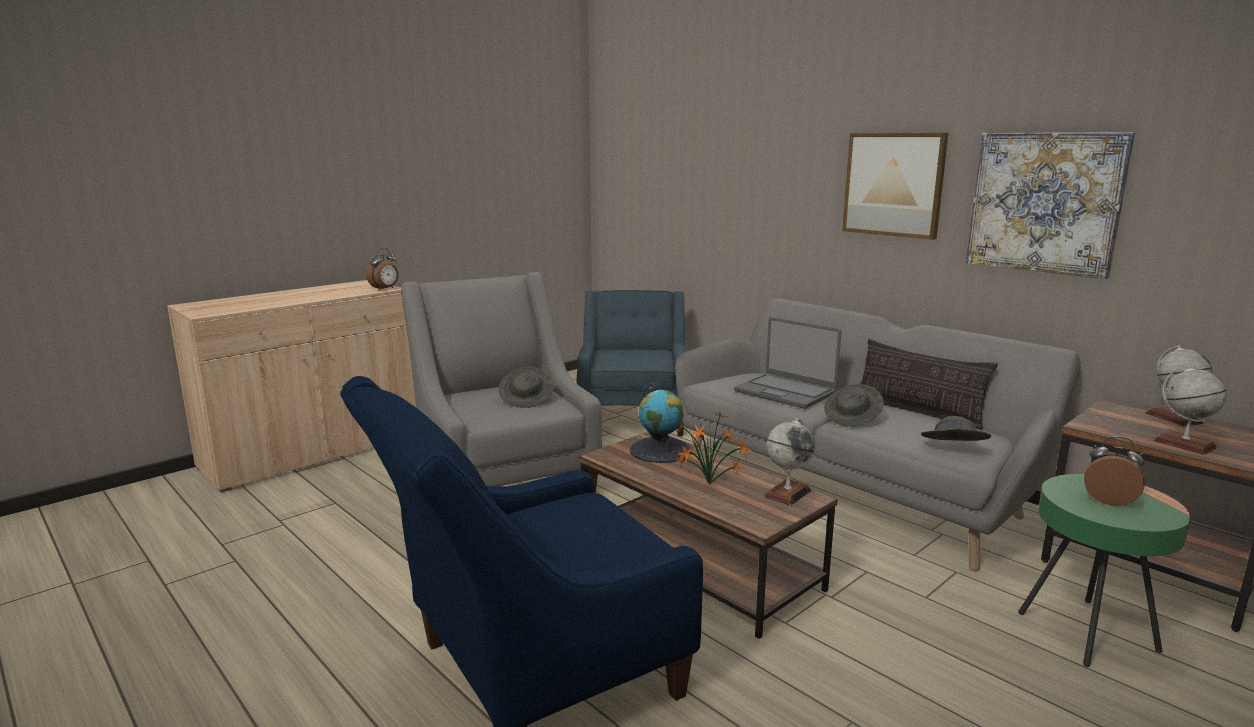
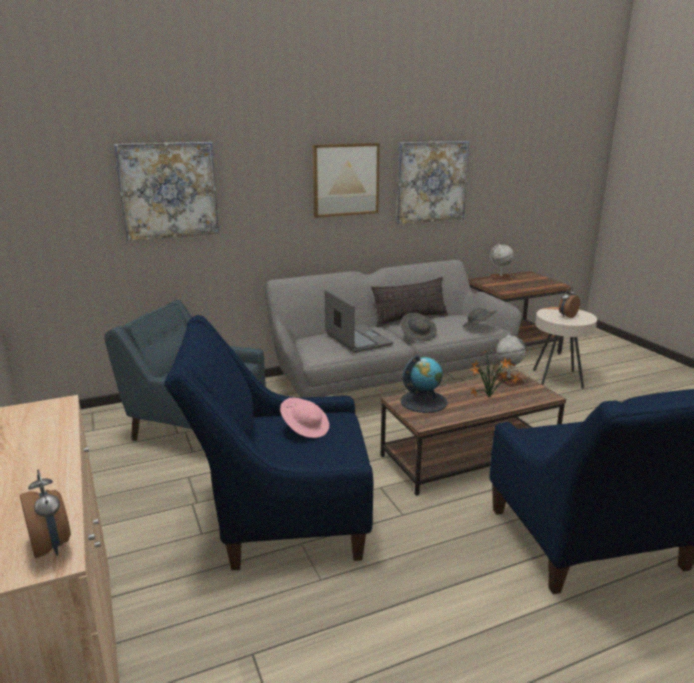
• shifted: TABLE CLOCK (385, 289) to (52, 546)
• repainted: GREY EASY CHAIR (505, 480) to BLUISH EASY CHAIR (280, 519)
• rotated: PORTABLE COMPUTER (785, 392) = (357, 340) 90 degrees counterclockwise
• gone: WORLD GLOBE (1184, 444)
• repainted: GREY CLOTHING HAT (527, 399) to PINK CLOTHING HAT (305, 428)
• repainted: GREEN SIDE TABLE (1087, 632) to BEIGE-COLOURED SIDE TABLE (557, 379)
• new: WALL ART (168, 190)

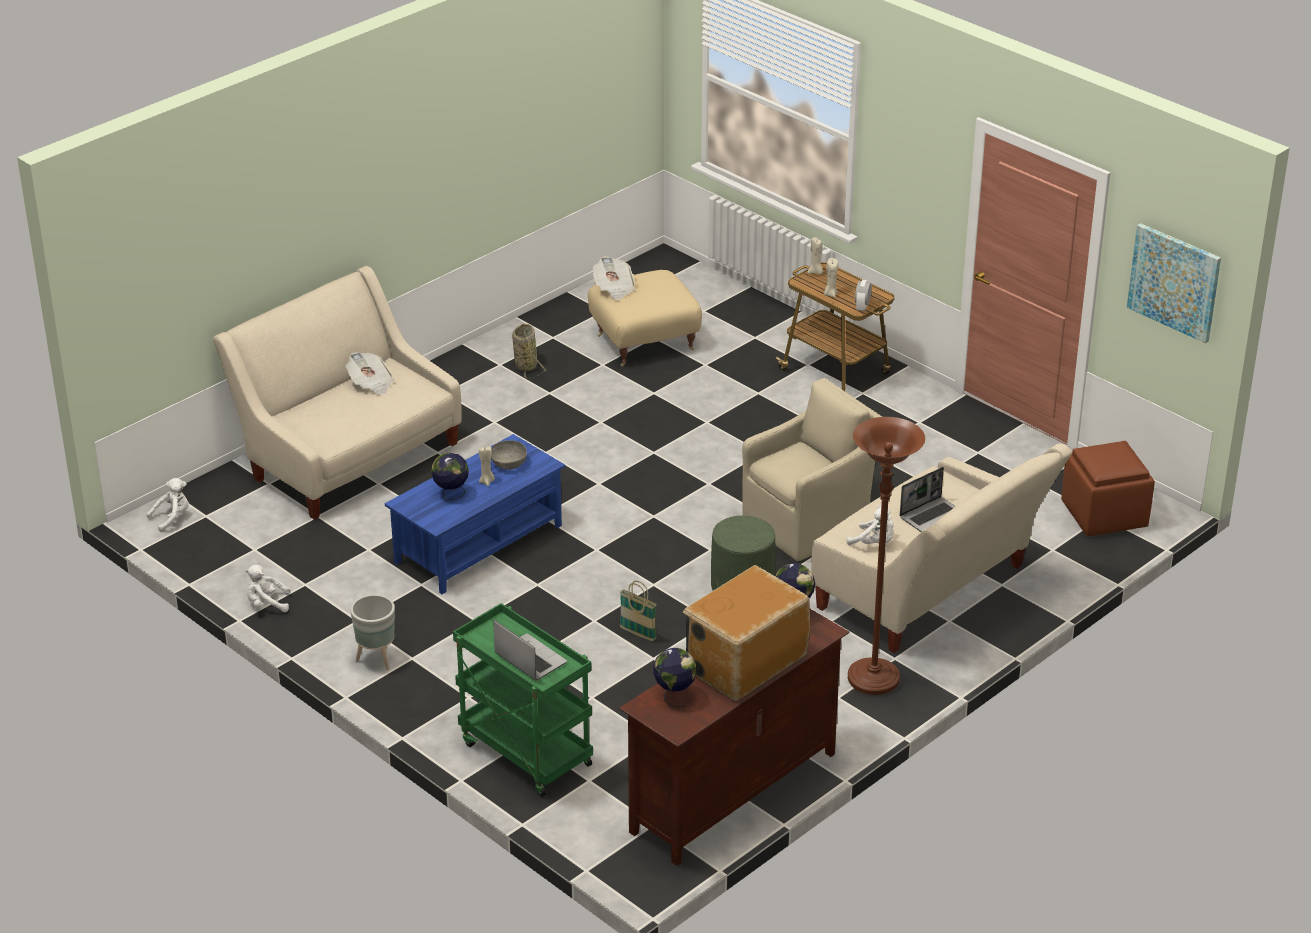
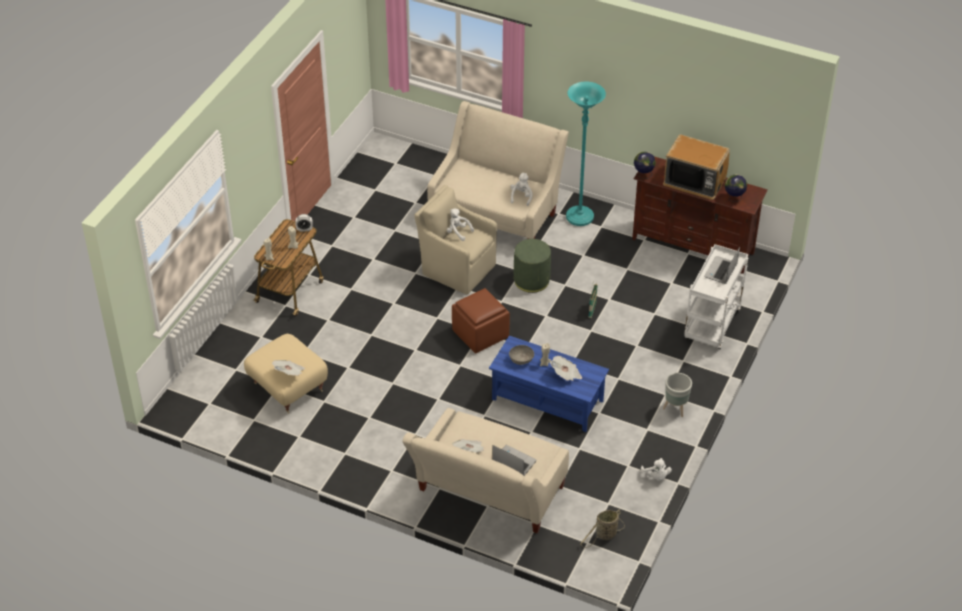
• gone: WALL ART (1174, 282)
• shifted: BASKET (525, 365) to (605, 535)
• repainted: BROWN STANDARD LAMP (873, 679) to TURQUOISE STANDARD LAMP (580, 217)
• shifted: BROWN POUFFE (1105, 515) to (480, 333)
• swapped: WORLD GLOBE (451, 494) to NEWSPAPER (566, 375)
• shifted: PORTABLE COMPUTER (932, 516) to (513, 462)
• shifted: WHITE-COLOURED SOFT TOY (172, 518) to (458, 232)
• repainted: GREEN TROLLEY (523, 753) to WHITE-COLOURED TROLLEY (712, 326)

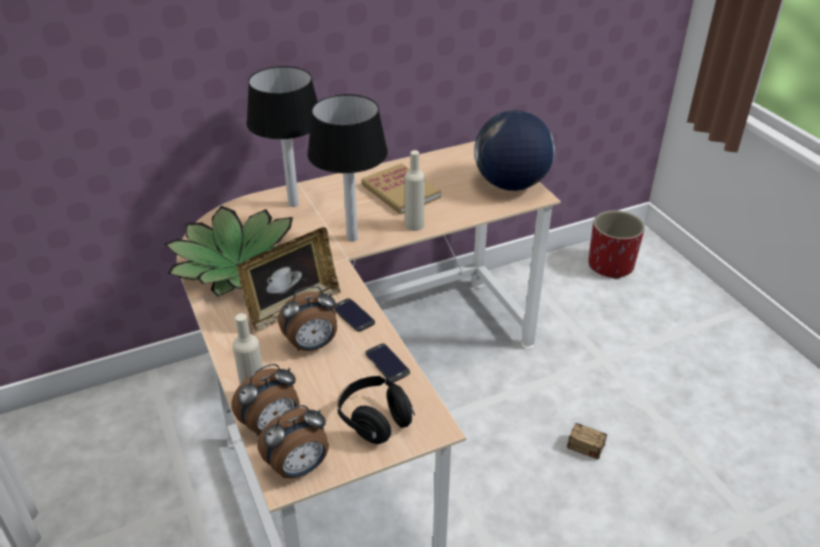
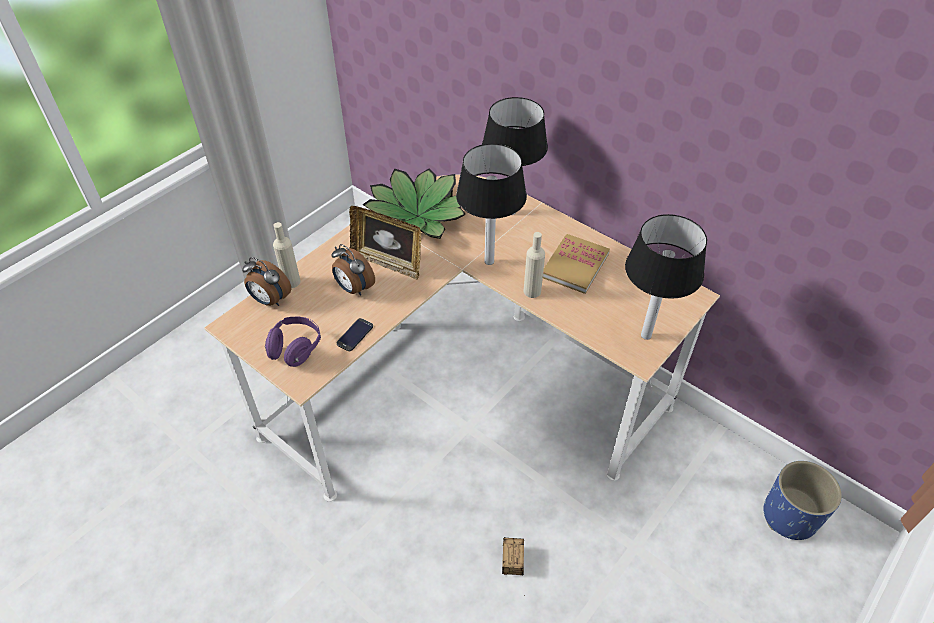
• swapped: WORLD GLOBE (510, 184) to TABLE LAMP (645, 335)
• repainted: REDDISH PLANTER (610, 265) to BLUISH PLANTER (789, 516)
• gone: PHONE (353, 315)
• repainted: BLACK HEADSET (375, 420) to PURPLE HEADSET (295, 349)
• gone: TABLE CLOCK (299, 468)

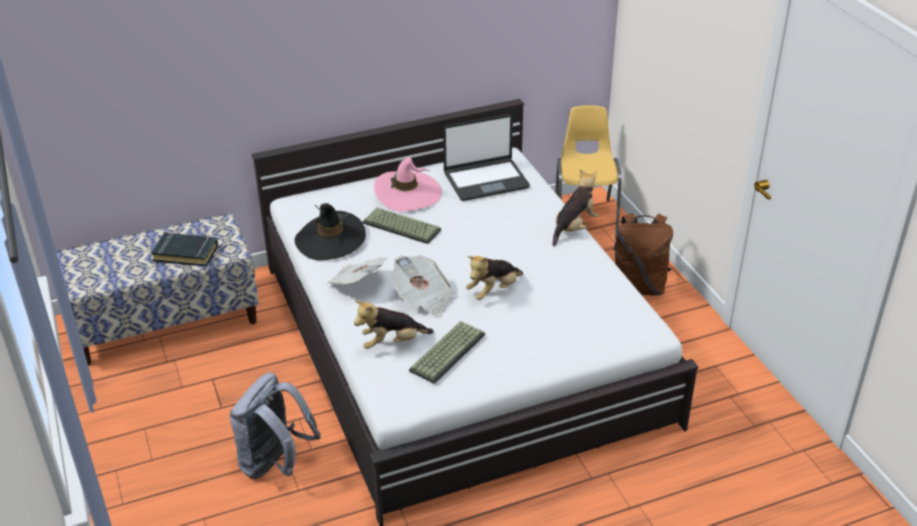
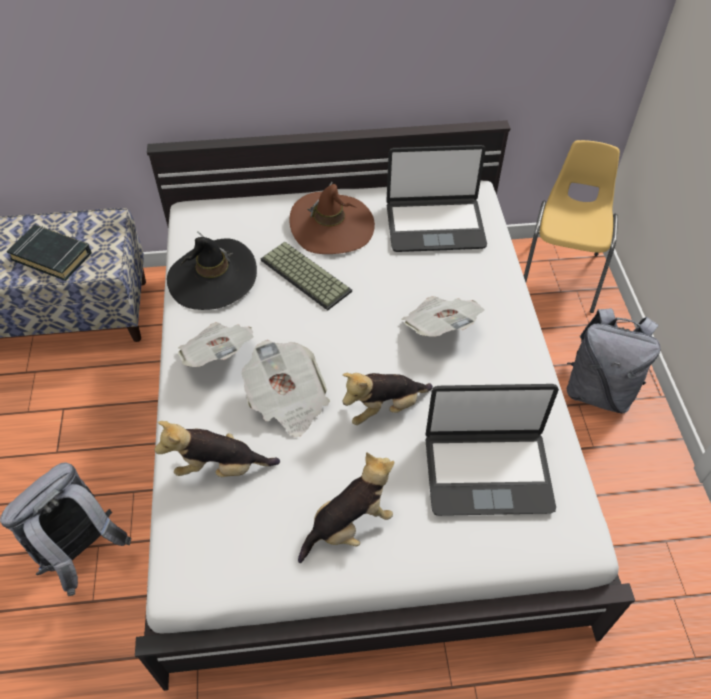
• repainted: PINK CLOTHING HAT (408, 193) to BROWN CLOTHING HAT (332, 226)
• shifted: SOFT TOY (574, 228) to (349, 525)
• repainted: BROWN KNAPSACK (638, 287) to GREY KNAPSACK (598, 391)
• gone: COMPUTER KEYBOARD (447, 351)
• new: NEWSPAPER (439, 327)
• new: PORTABLE COMPUTER (487, 472)

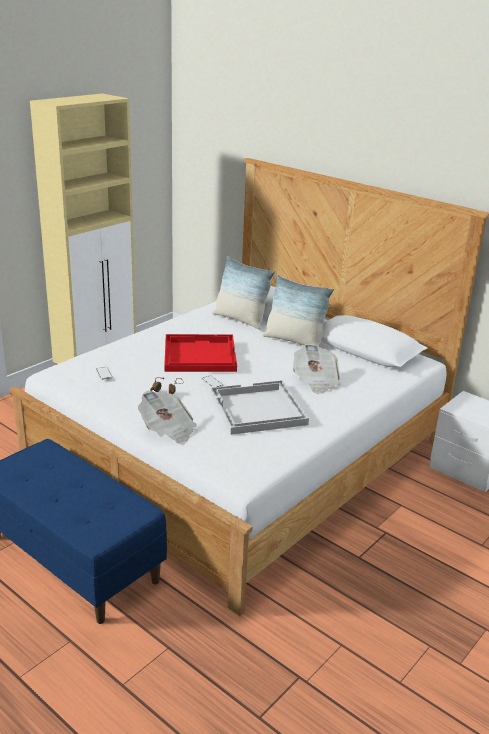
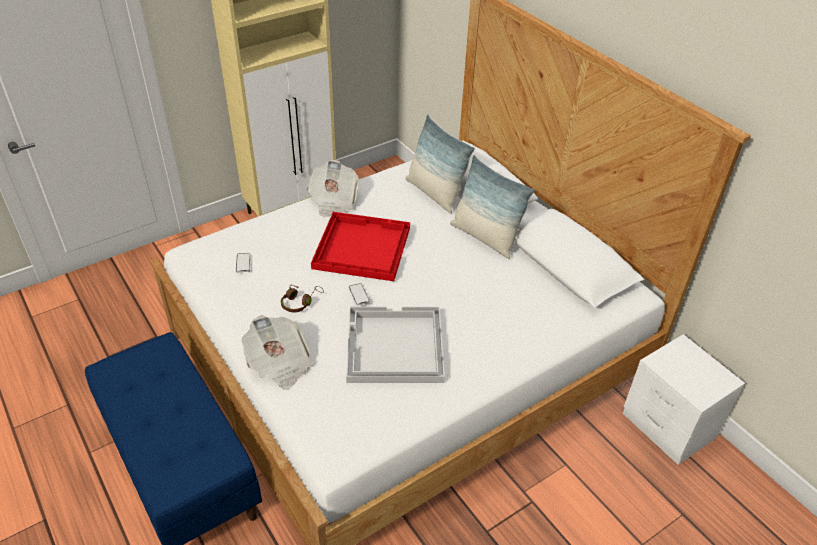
• shifted: NEWSPAPER (315, 381) to (333, 201)

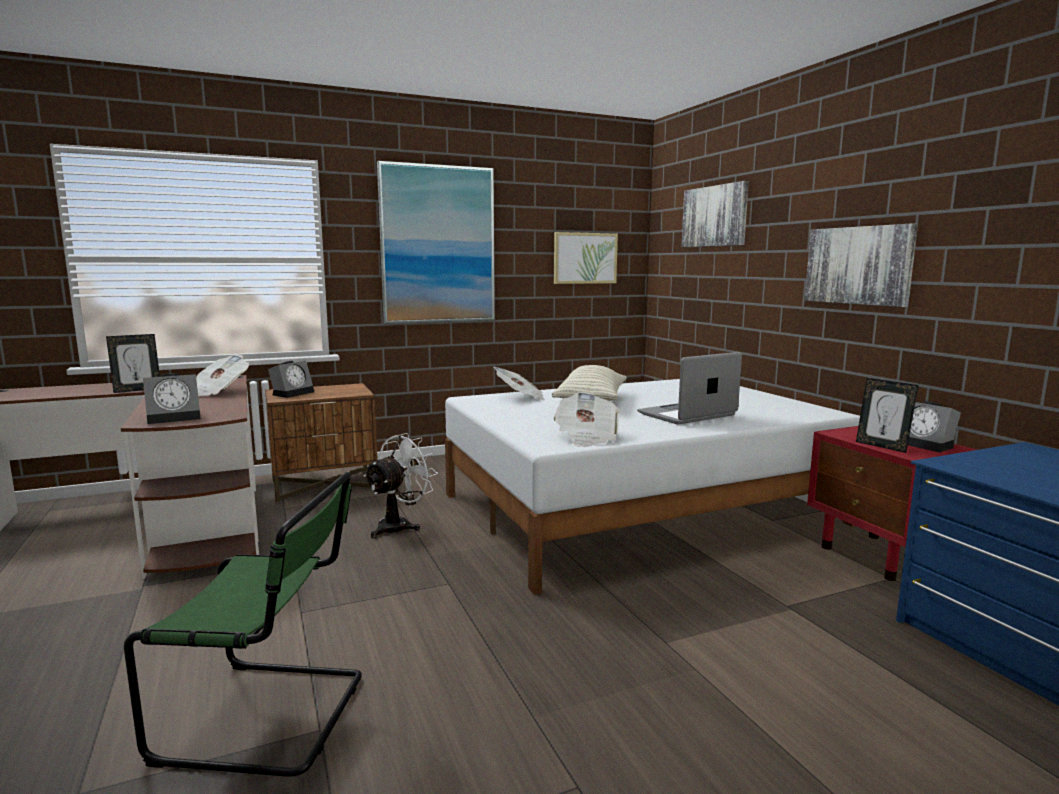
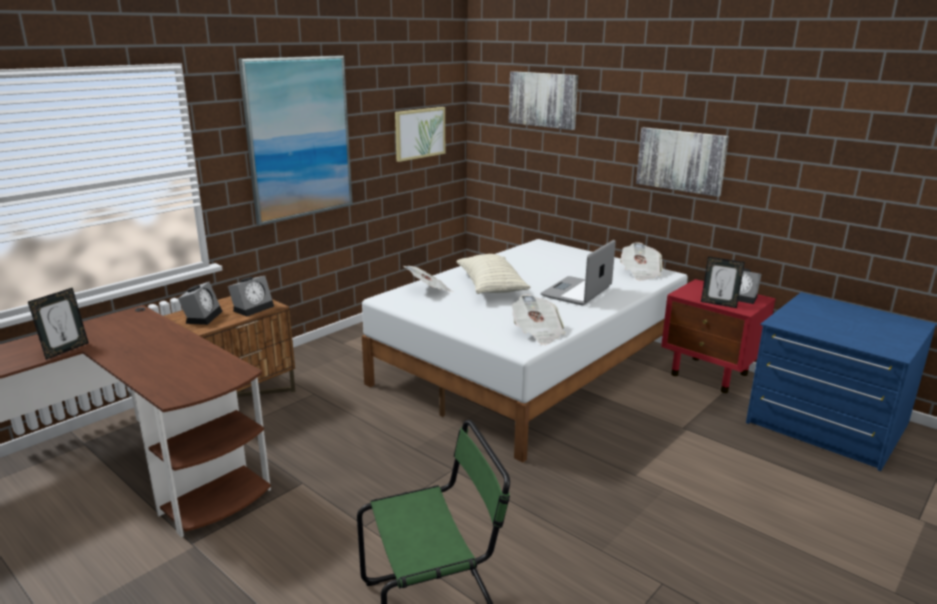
• shifted: NEWSPAPER (217, 392) to (640, 273)
• shifted: TABLE CLOCK (176, 417) to (253, 308)
• gone: WHITE-COLOURED FAN (399, 526)

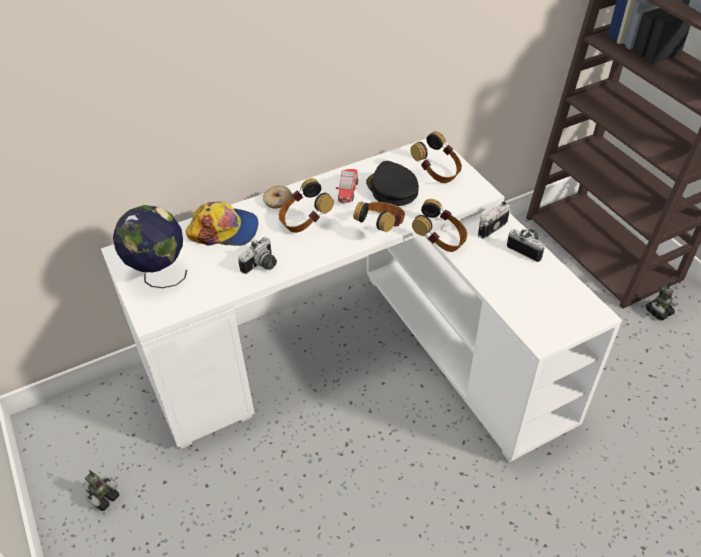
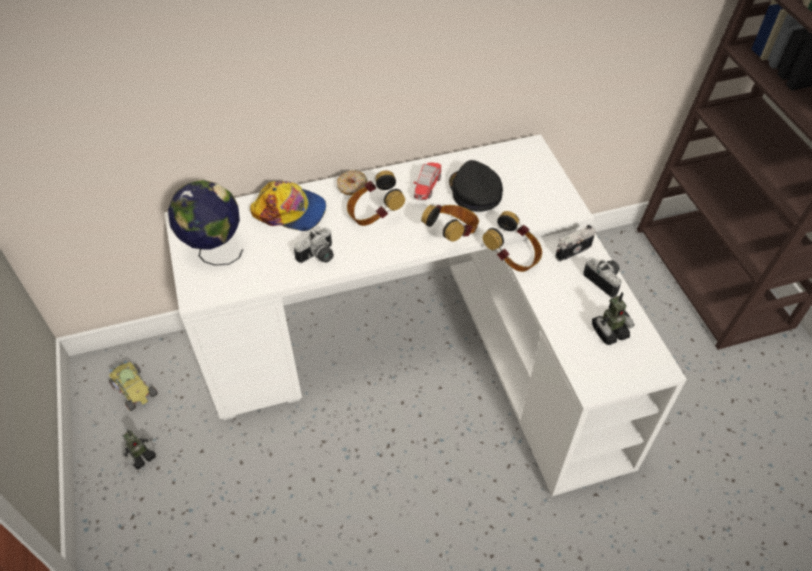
• gone: HEADSET (437, 173)
• shifted: TOY ROBOT (658, 312) to (609, 332)
• new: MINIATURE CAR (132, 389)

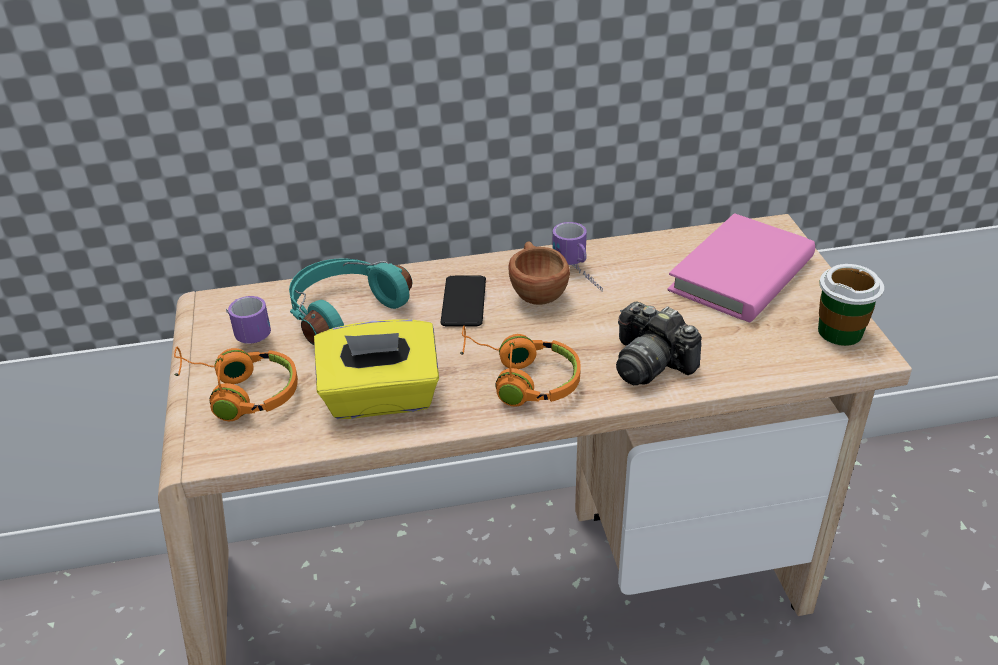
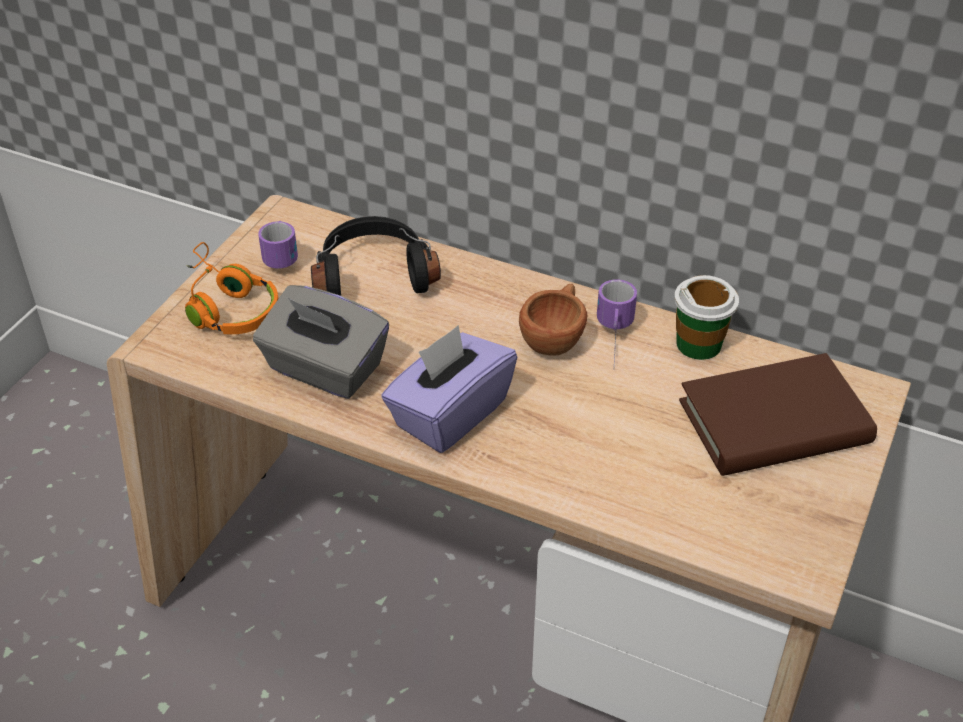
• repainted: PINK VOLUME (741, 274) to BROWN VOLUME (774, 423)
• repainted: TURQUOISE HEADSET (343, 312) to BLACK HEADSET (373, 274)
• shifted: CUP (840, 331) to (699, 344)
• gone: PHONE (463, 302)
• gone: PHOTO CAMERA (650, 363)
• repainted: YELLOW TISSUE BOX (381, 398) to GREY TISSUE BOX (324, 369)
• swapped: ORANGE HEADSET (519, 379) to PURPLE TISSUE BOX (449, 414)

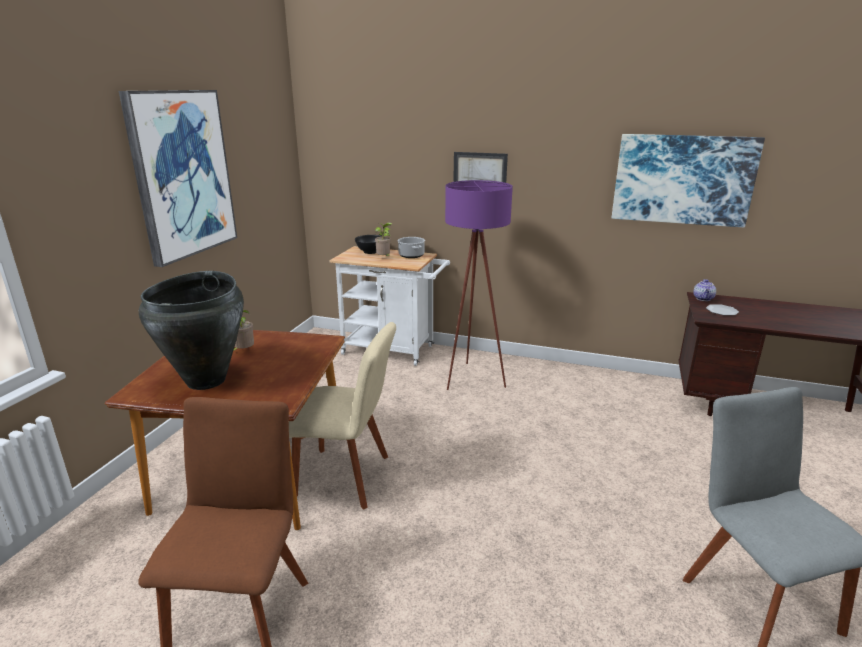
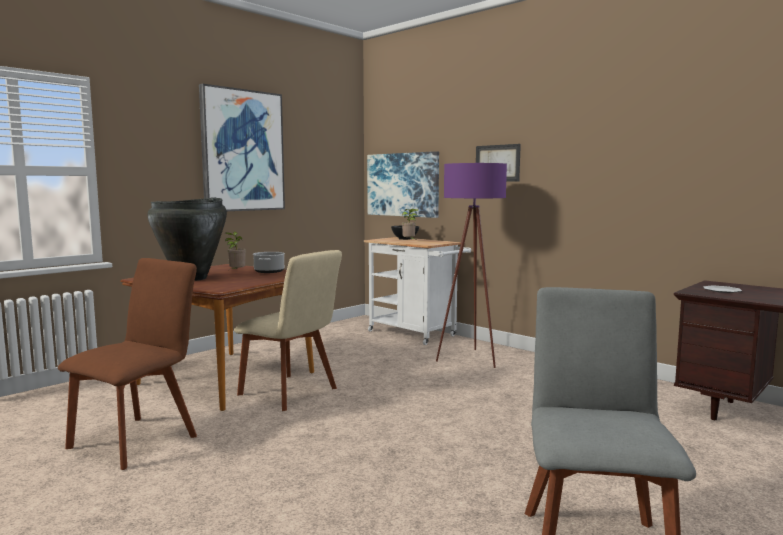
• shifted: WALL ART (682, 179) to (402, 184)
• shifted: COOKING POT (411, 255) to (269, 271)
• gone: POT FOR TEA (703, 299)

